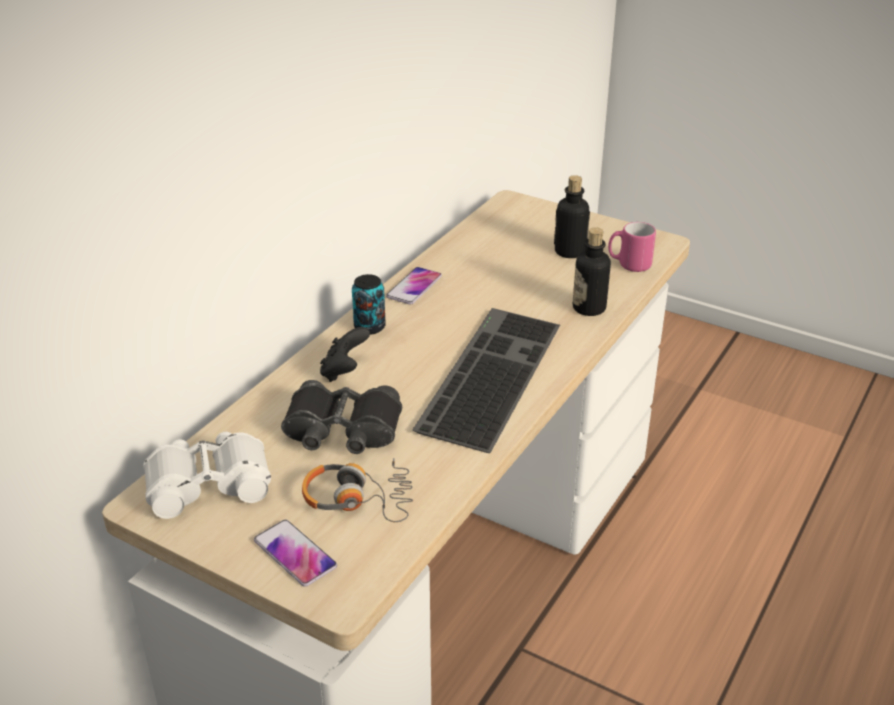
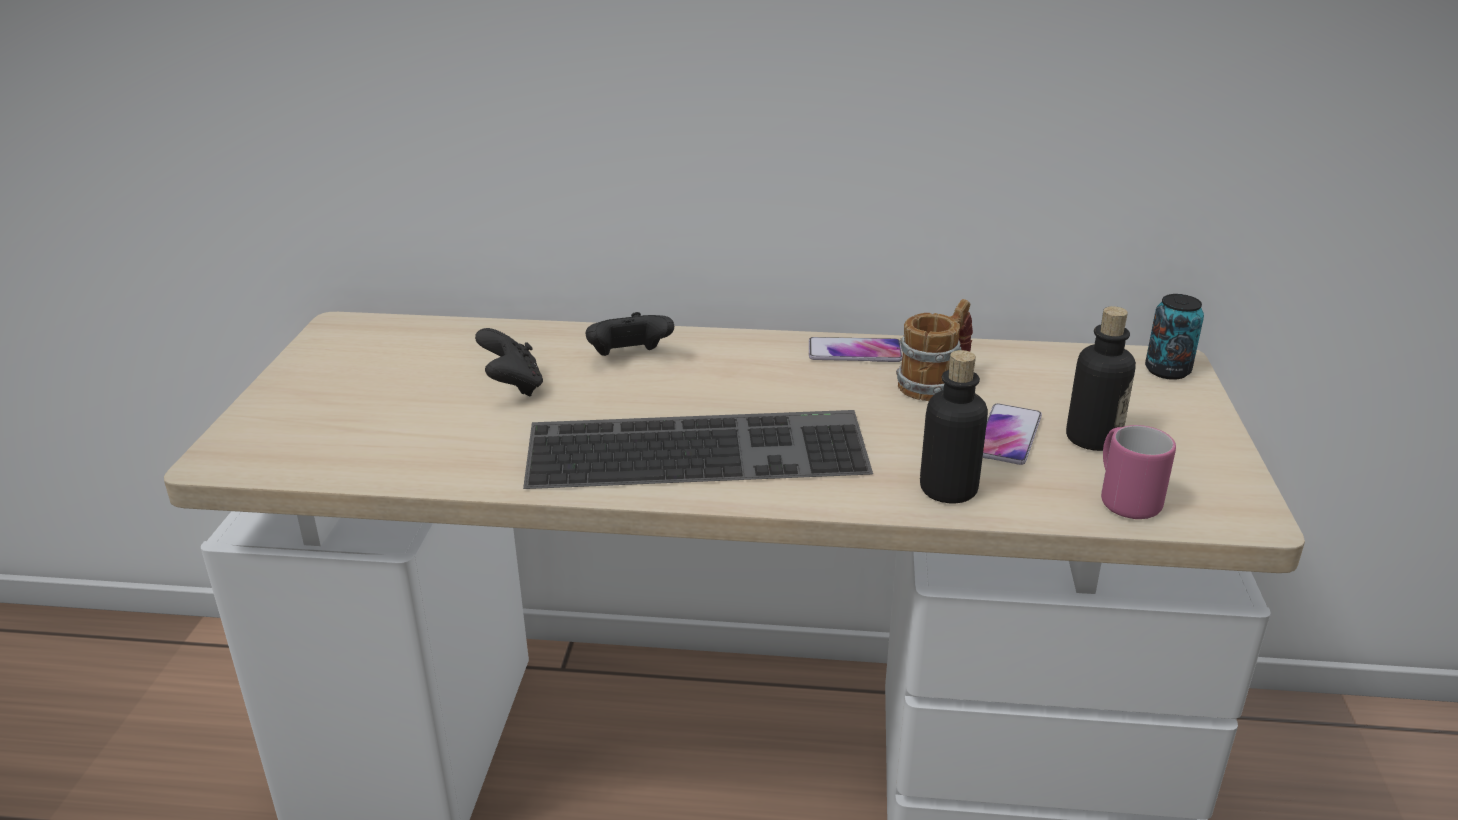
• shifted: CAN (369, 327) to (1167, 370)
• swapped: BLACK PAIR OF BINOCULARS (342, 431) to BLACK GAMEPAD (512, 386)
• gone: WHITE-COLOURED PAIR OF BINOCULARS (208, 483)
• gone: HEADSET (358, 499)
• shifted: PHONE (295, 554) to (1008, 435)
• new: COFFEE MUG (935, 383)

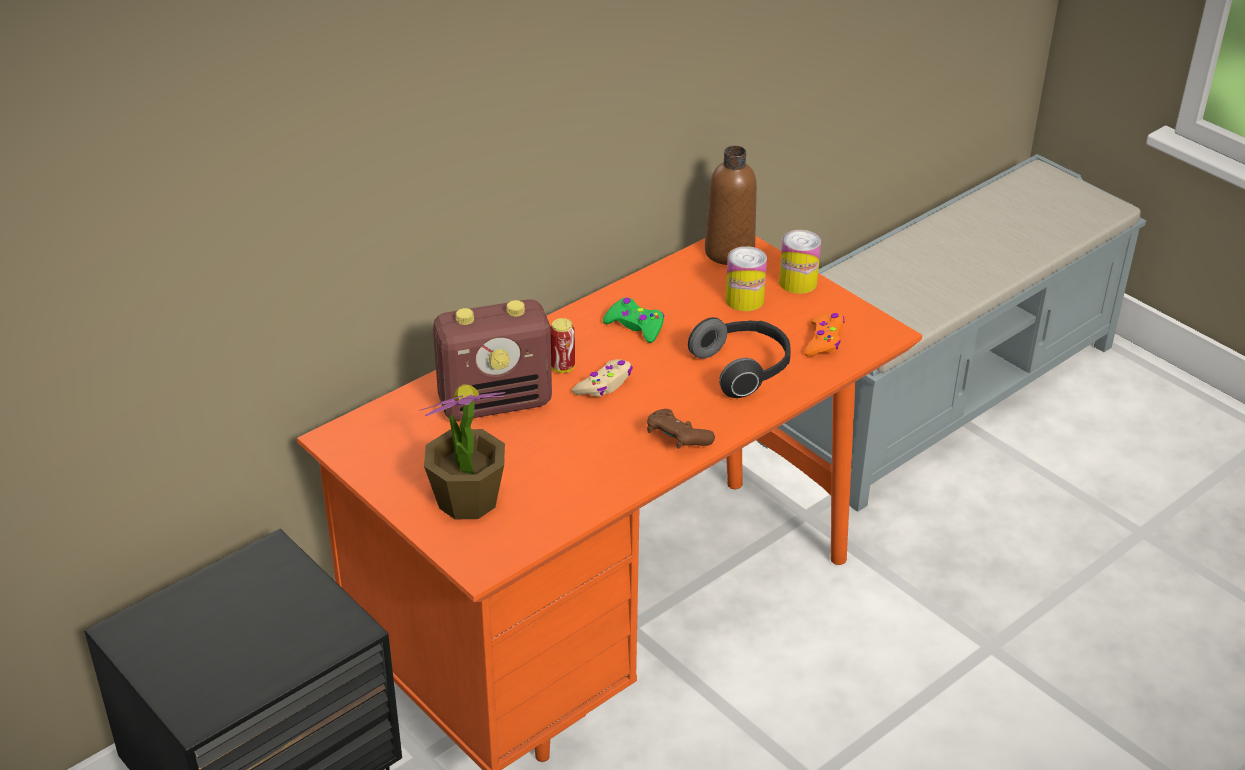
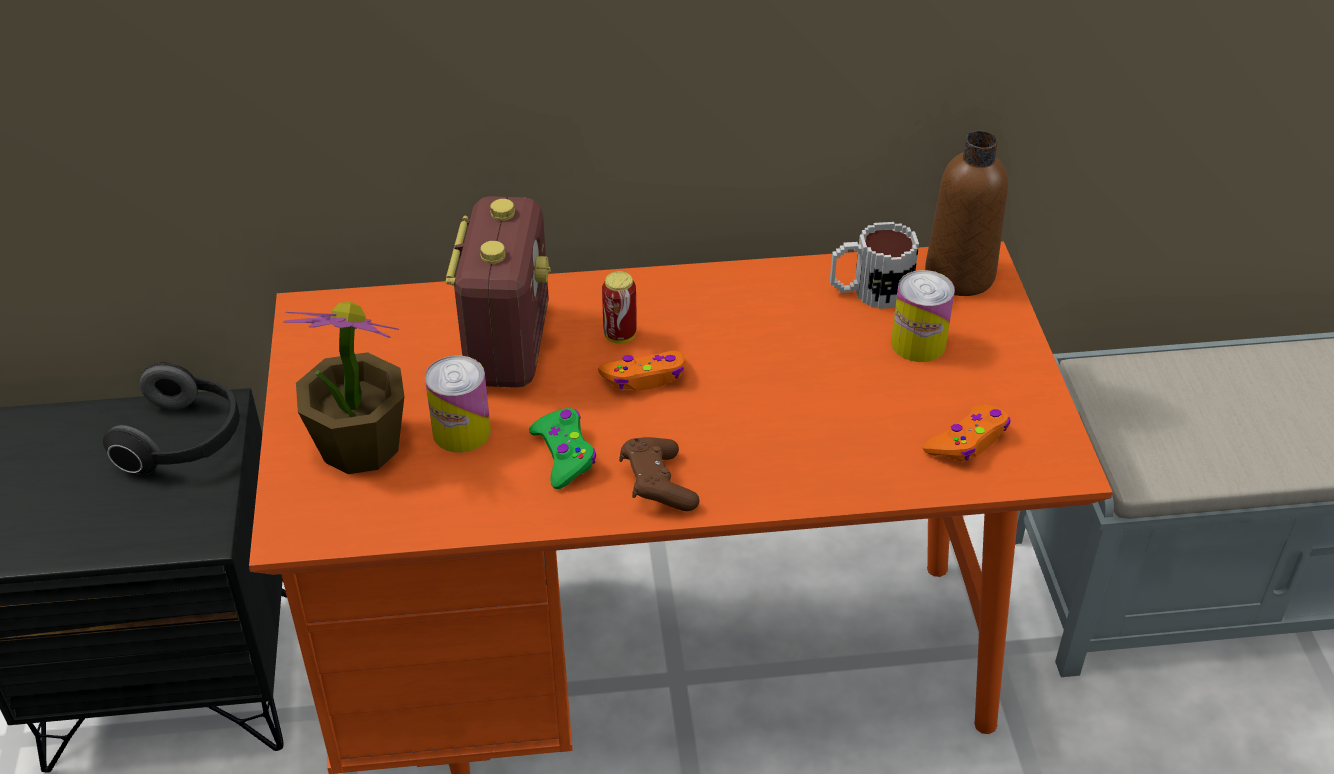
• shifted: CAN (798, 282) to (461, 432)
• shifted: GREEN GAMEPAD (635, 326) to (564, 454)
• rotated: RADIO SET (496, 403) = (507, 345) 105 degrees counterclockwise
• shifted: HEADSET (743, 369) to (184, 441)
• repainted: BEIGE-COLOURED GAMEPAD (604, 385) to ORANGE GAMEPAD (645, 377)
• new: COFFEE MUG (869, 291)

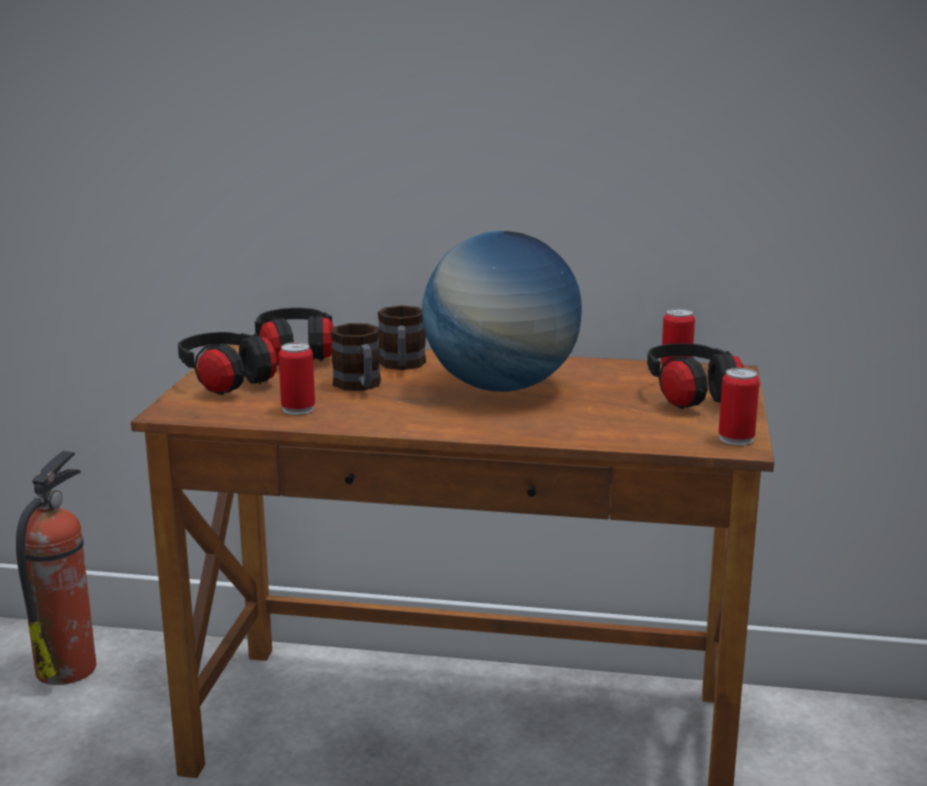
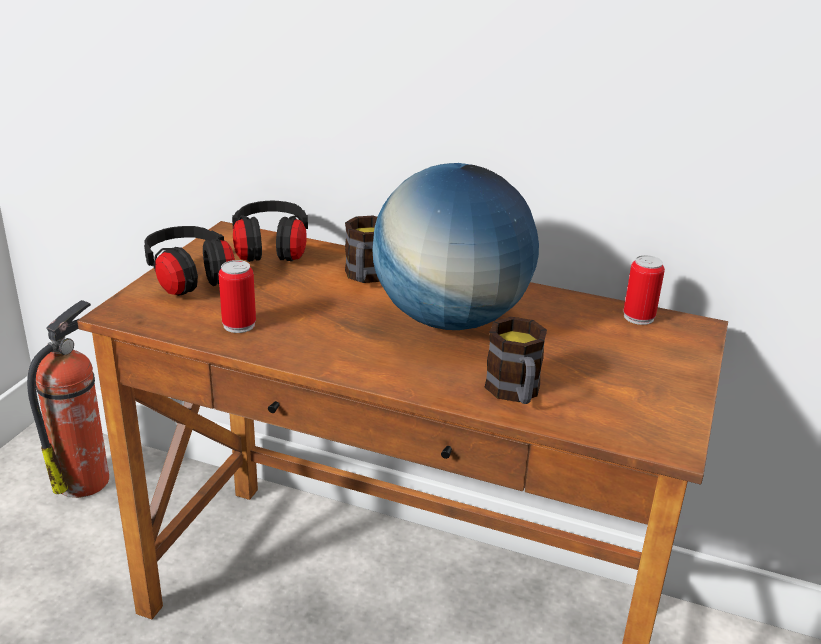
• shifted: COFFEE MUG (359, 386) to (515, 393)
• gone: BLACK HEADSET (691, 398)
• gone: CAN (736, 439)

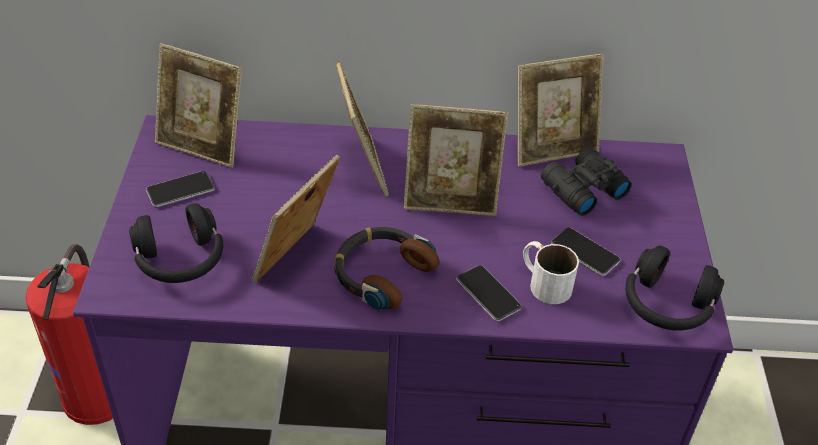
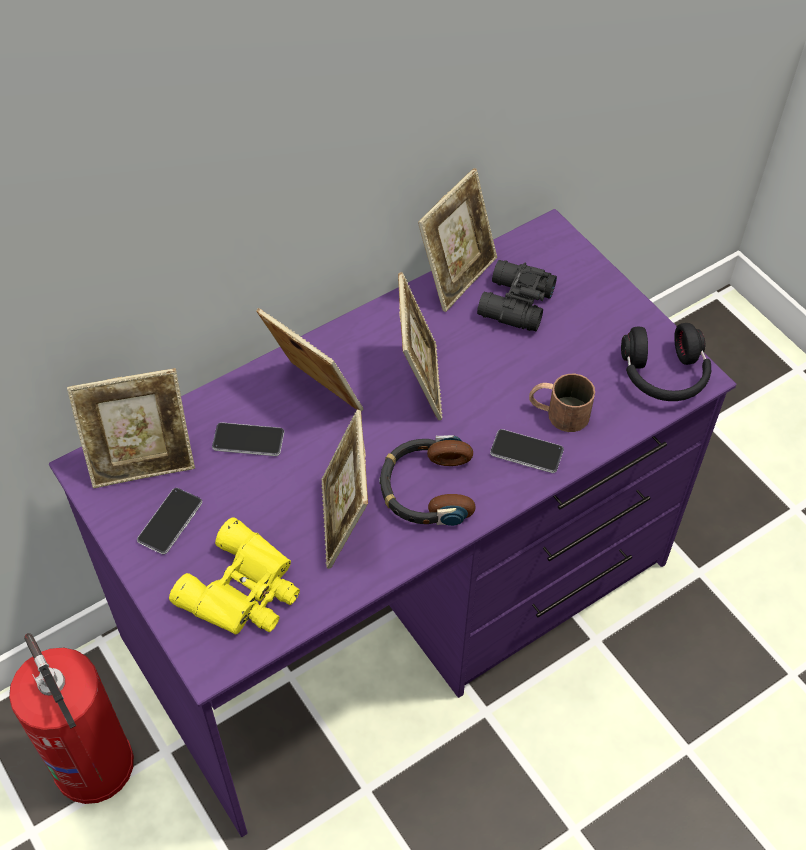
• rotated: PHOTO FRAME (450, 201) = (419, 381) 60 degrees counterclockwise
• swapped: BLACK HEADSET (181, 261) to YELLOW PAIR OF BINOCULARS (244, 591)
• shifted: PHONE (585, 252) to (248, 440)
• repainted: WHITE-COLOURED COFFEE MUG (543, 281) to BROWN COFFEE MUG (558, 412)

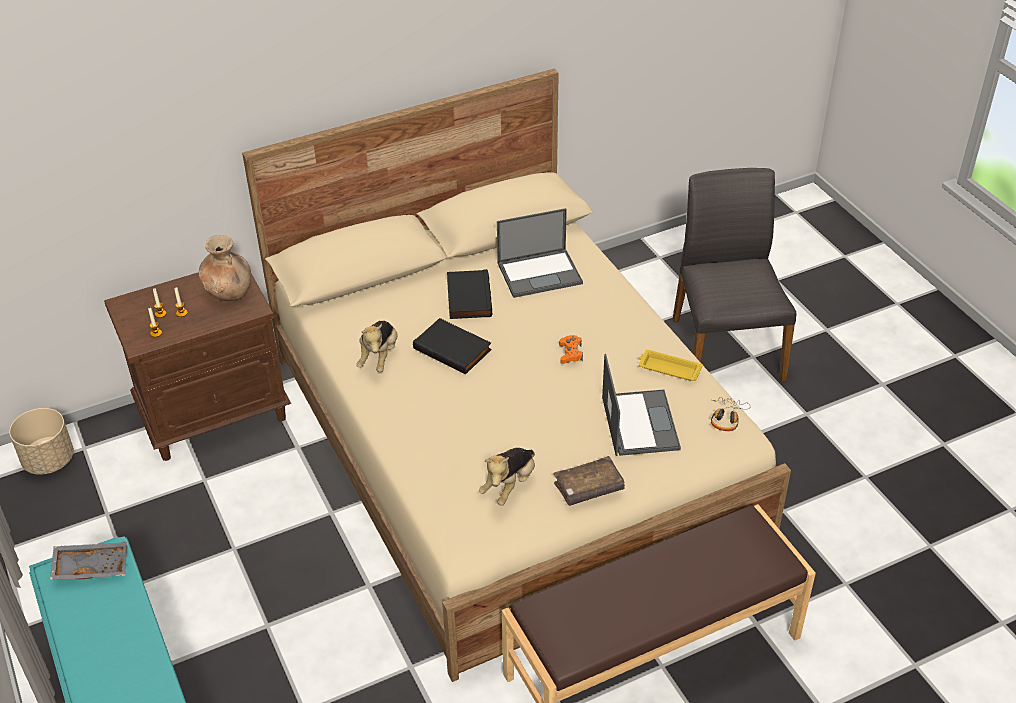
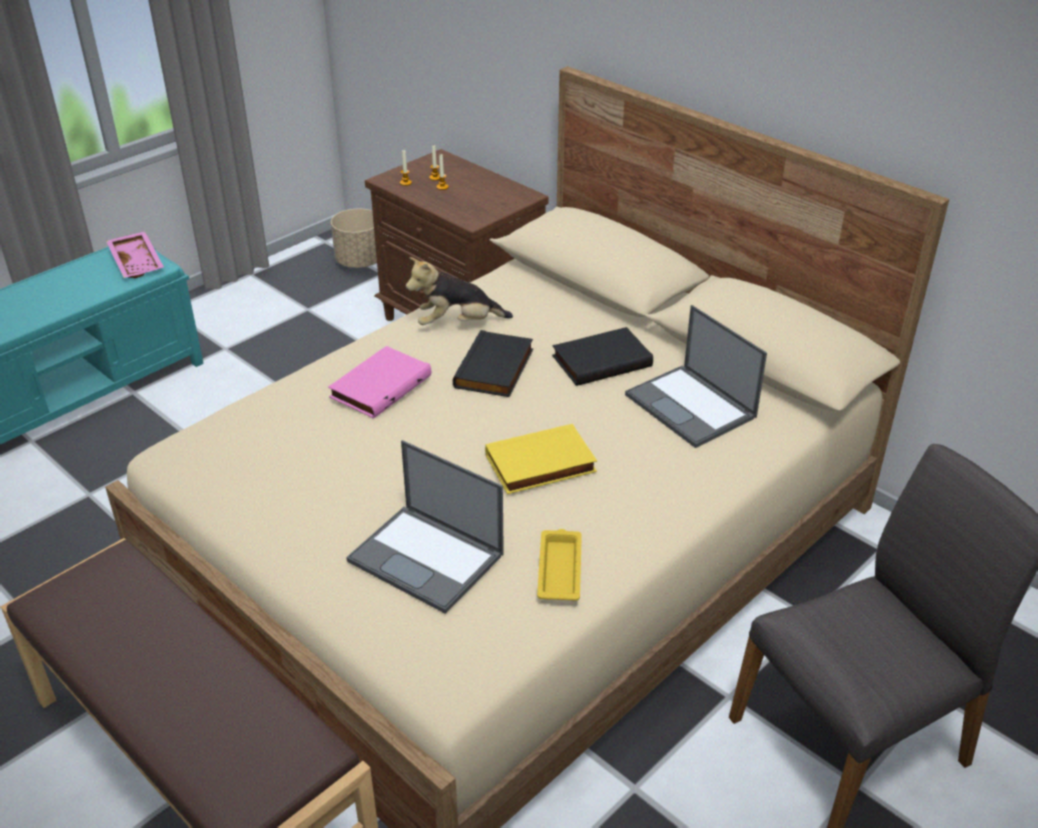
• gone: BROWN FLOWER VASE (229, 292)
• swapped: ORANGE GAMEPAD (570, 353) to YELLOW VOLUME (540, 465)
• rotated: PORTABLE COMPUTER (639, 422) = (428, 558) 60 degrees clockwise
• gone: HEADSET (726, 418)
• gone: SOFT TOY (509, 485)
• gone: BROWN VOLUME (589, 488)
• repainted: GREY CARRYING TRAY (91, 566) to PINK CARRYING TRAY (138, 262)
• new: PINK VOLUME (379, 385)

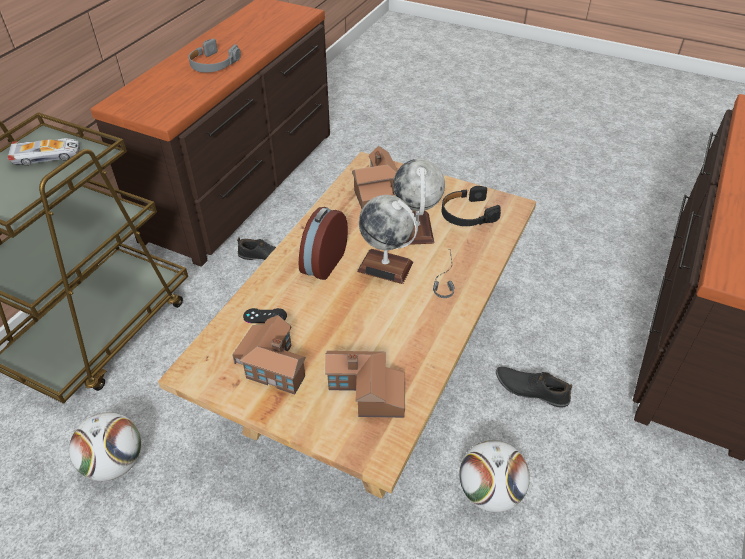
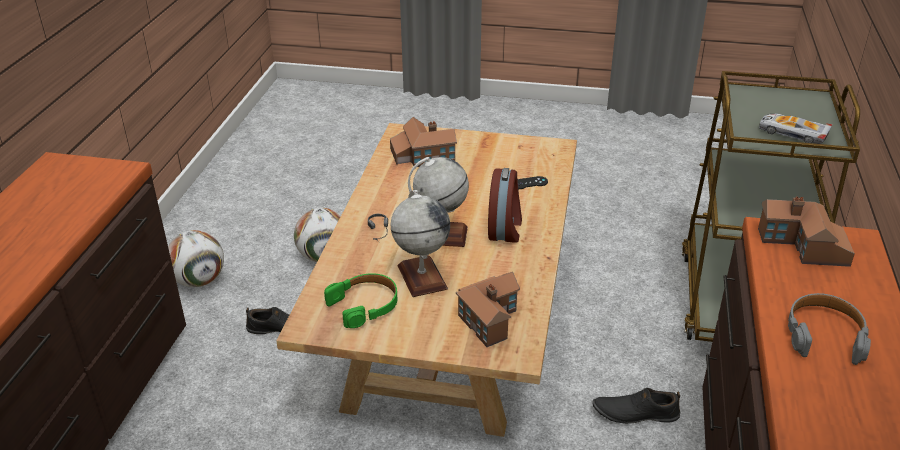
• rotated: MINIATURE CAR (47, 156) = (792, 133) 60 degrees clockwise
• repainted: BLACK HEADSET (467, 214) to GREEN HEADSET (365, 305)
• shifted: TOY HOUSE (272, 363) to (803, 246)
• shifted: FOOTBALL BALL (114, 463) to (199, 280)

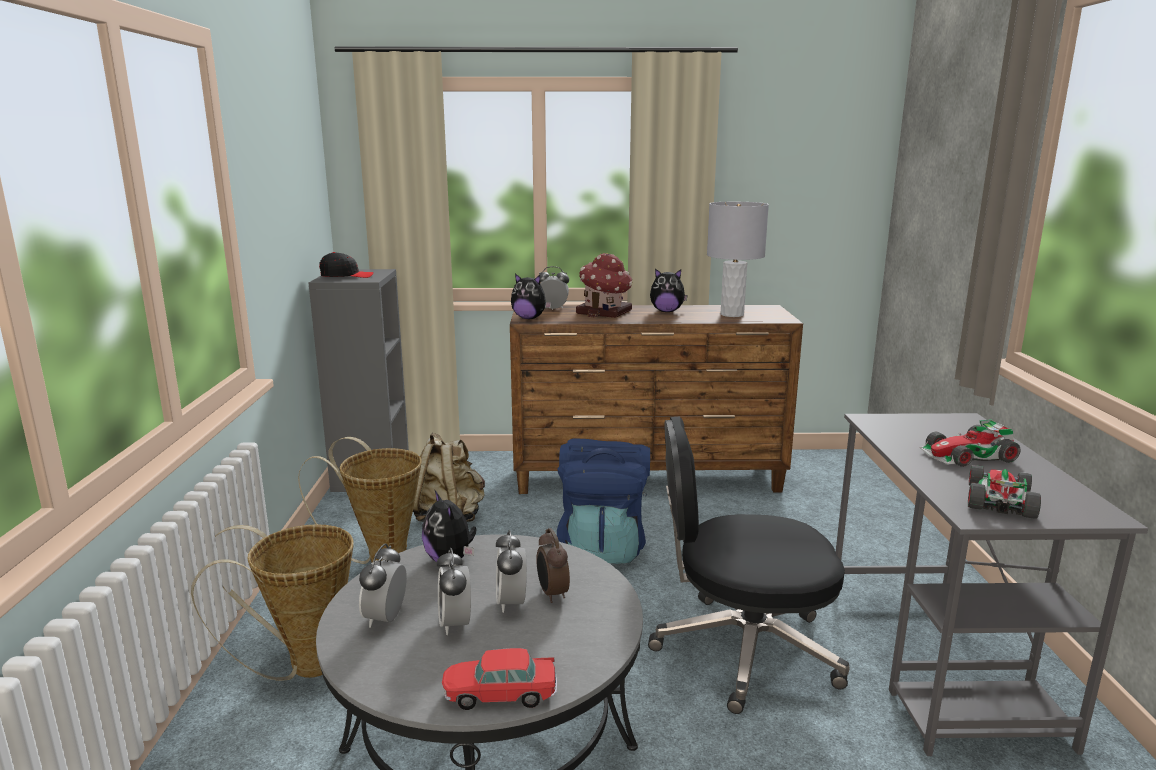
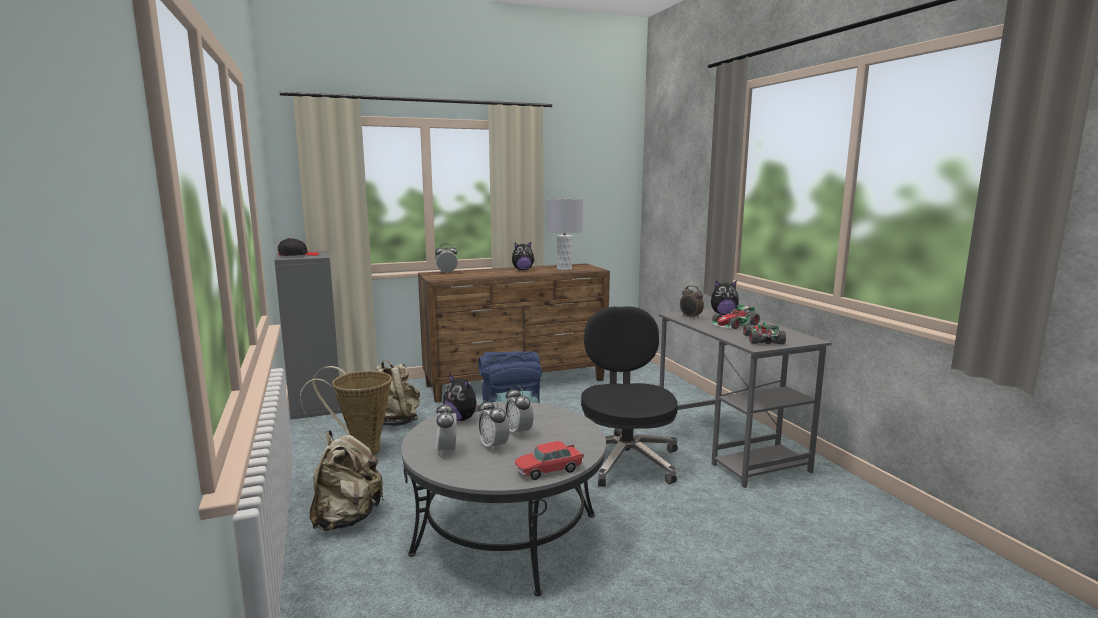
• gone: TOY HOUSE (605, 312)
• shifted: SOFT TOY (529, 318) to (723, 314)
• rotated: BLACK OFFICE CHAIR (742, 650) = (625, 460) 105 degrees clockwise
• swapped: BASKET (302, 666) to BEIGE-COLOURED KNAPSACK (347, 518)
• shifted: TABLE CLOCK (552, 594) to (690, 317)

